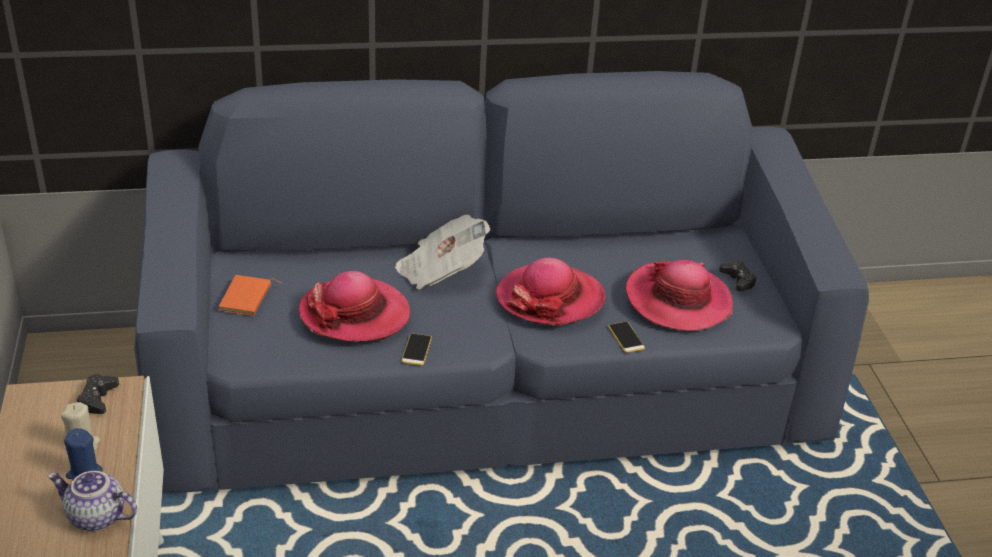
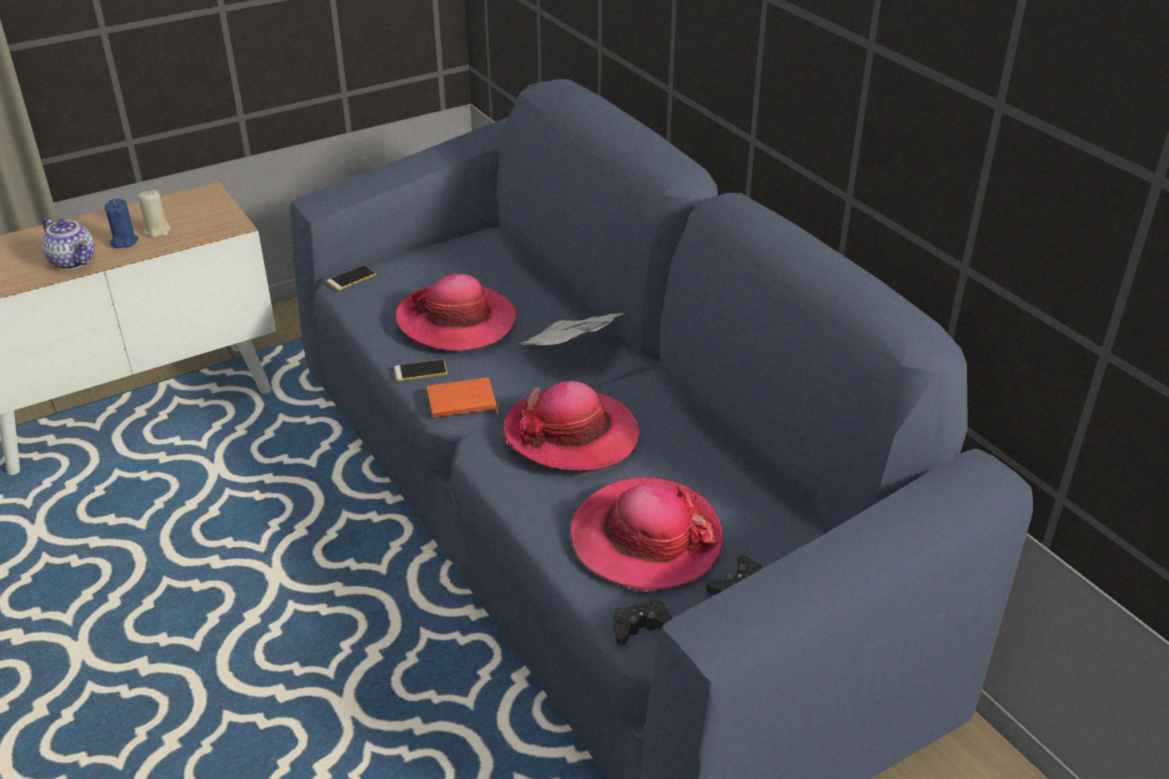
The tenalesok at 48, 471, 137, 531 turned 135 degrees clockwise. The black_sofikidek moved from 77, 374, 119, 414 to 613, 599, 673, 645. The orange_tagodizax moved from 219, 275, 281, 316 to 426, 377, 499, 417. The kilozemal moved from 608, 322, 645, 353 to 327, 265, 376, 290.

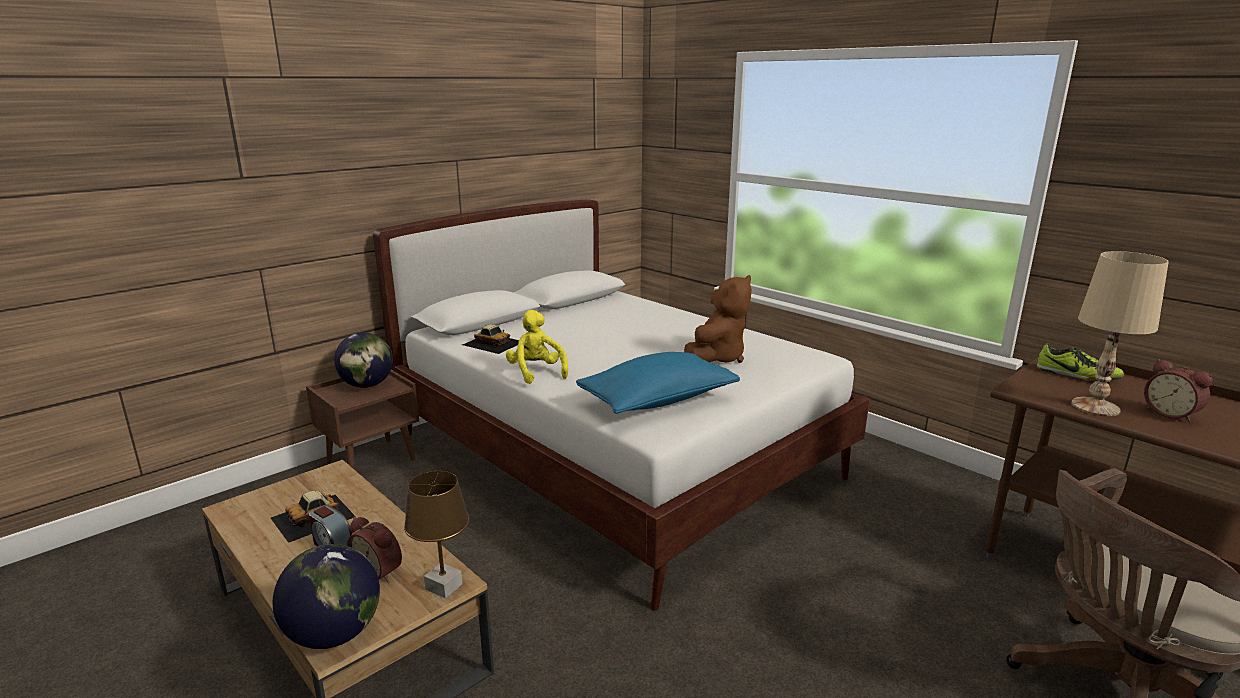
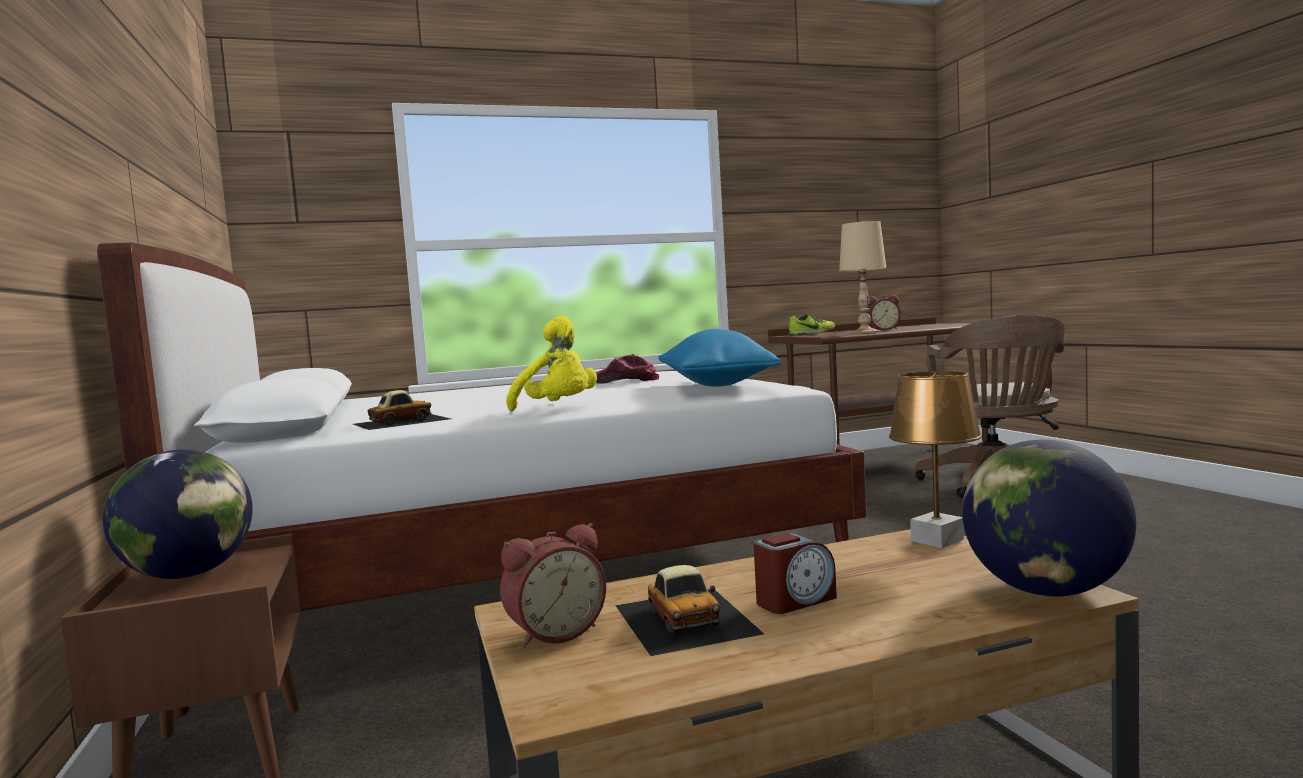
The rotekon moved from 347, 517, 402, 583 to 500, 523, 606, 648. The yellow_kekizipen at 506, 310, 568, 384 turned 135 degrees counterclockwise. The brown_kekizipen at 684, 275, 752, 363 was replaced by the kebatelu at 596, 354, 659, 384.

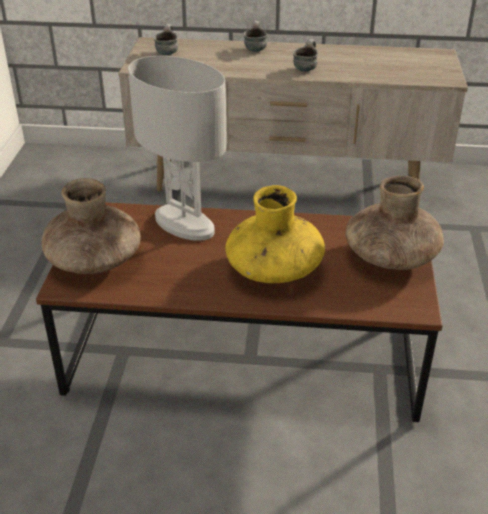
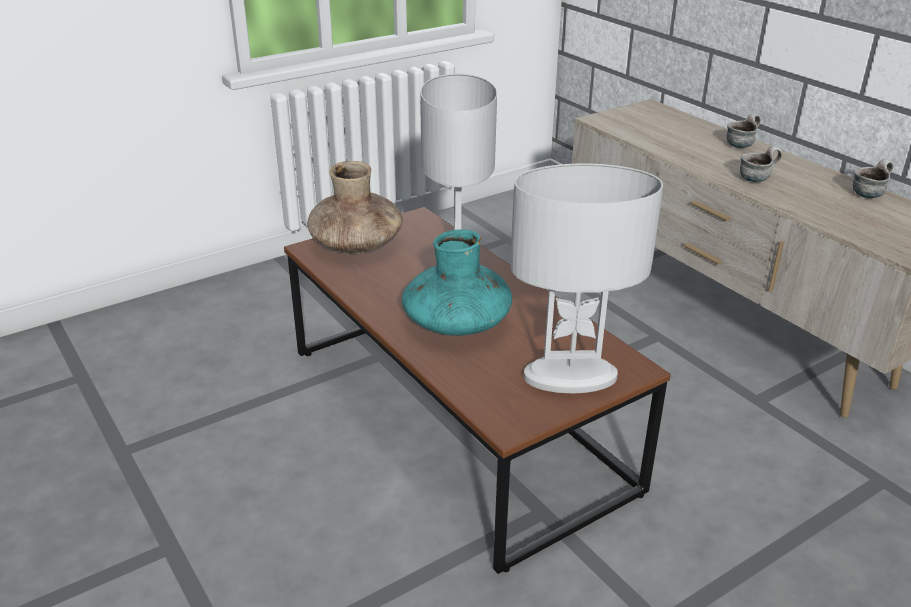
The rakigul moved from 154, 24, 178, 55 to 853, 159, 893, 198. The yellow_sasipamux at 225, 185, 325, 283 became the turquoise_sasipamux at 402, 229, 512, 336. The brown_sasipamux at 346, 176, 444, 270 was replaced by the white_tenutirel at 511, 163, 663, 393.

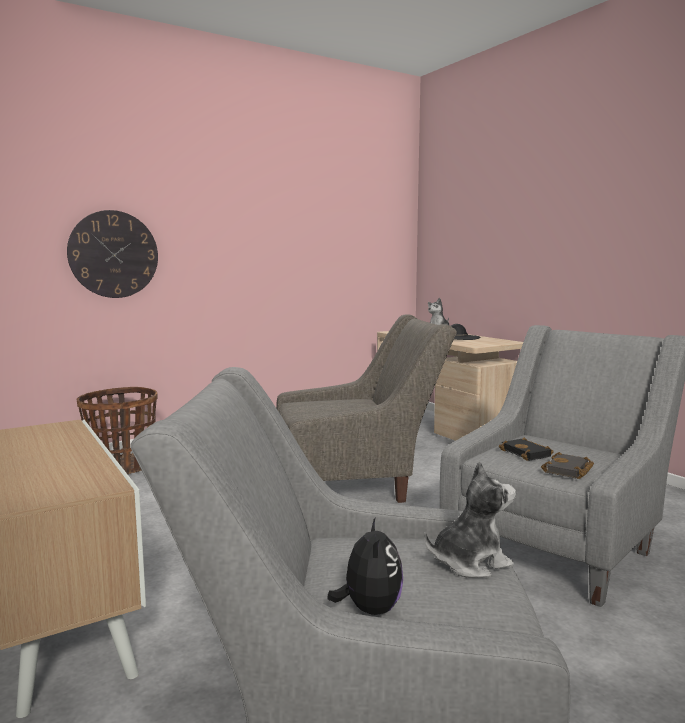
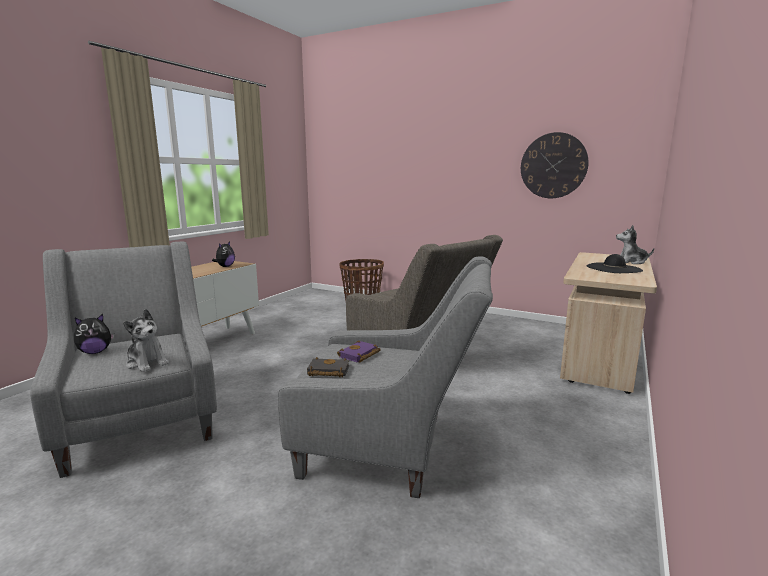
The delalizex moved from 67, 210, 158, 298 to 521, 132, 589, 198. The black_tagodizax at 499, 438, 554, 461 became the purple_tagodizax at 337, 340, 381, 363. The kekizipen at 212, 242, 235, 267 appeared.

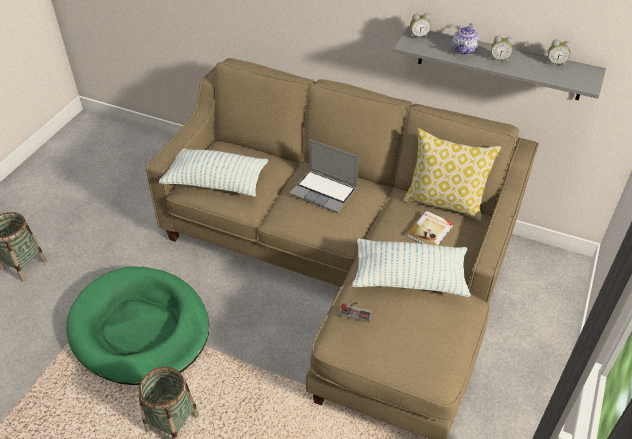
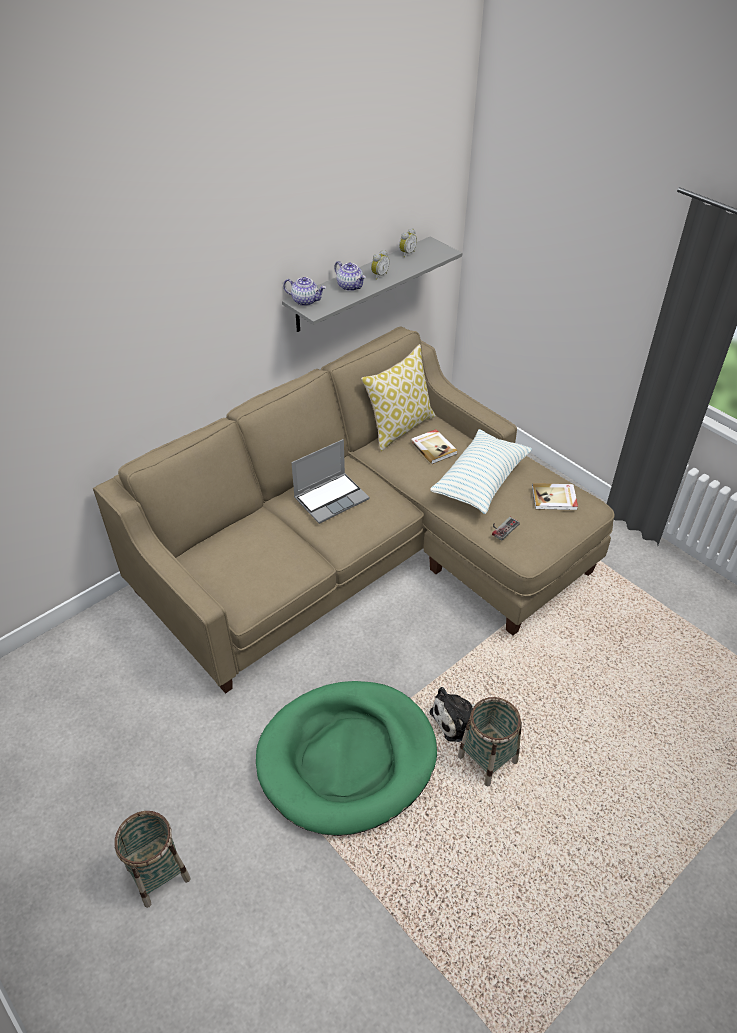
The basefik at 159, 149, 268, 197 disappeared. The rotekon at 410, 13, 431, 38 was replaced by the tenalesok at 283, 277, 326, 306. The kekizipen at 429, 687, 476, 742 appeared. The tagodizax at 532, 483, 578, 510 appeared.

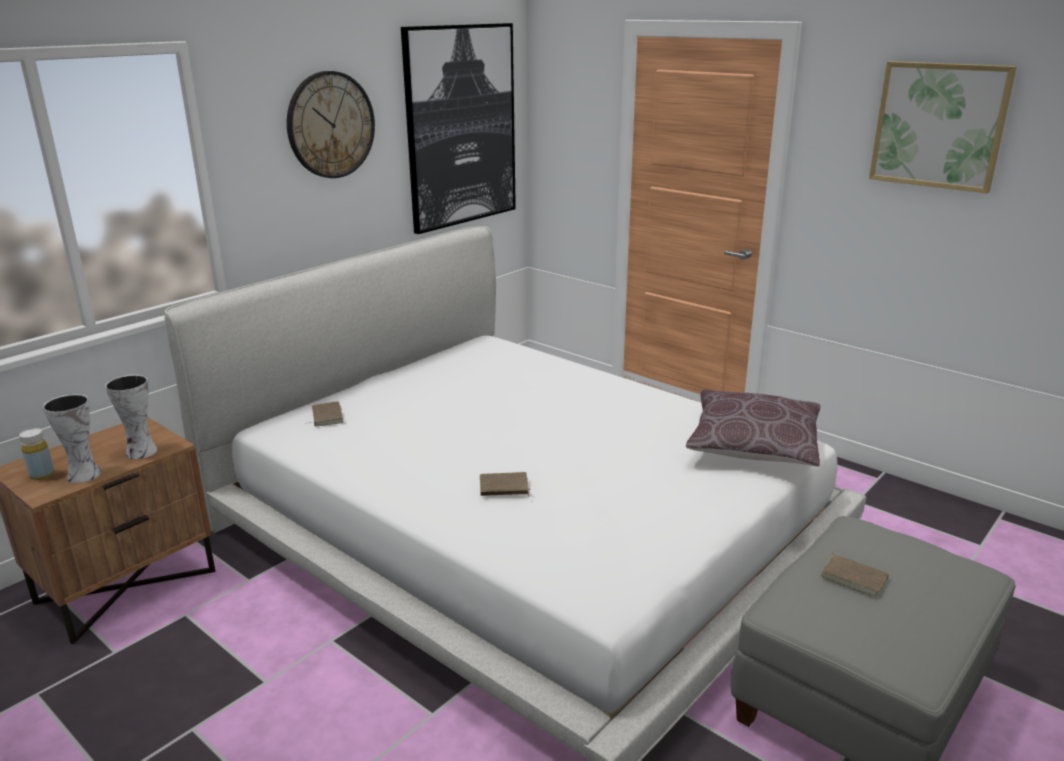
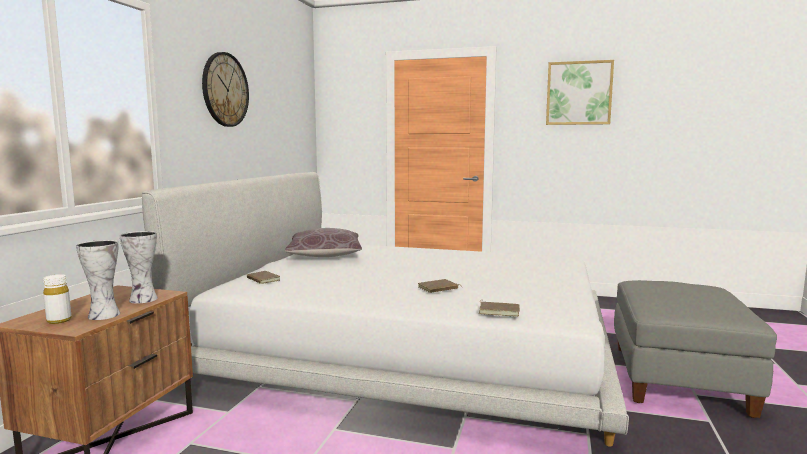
The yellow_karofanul at 19, 428, 54, 481 became the white_karofanul at 43, 274, 72, 324. The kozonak at 401, 23, 516, 234 disappeared. The brown_basefik moved from 686, 390, 820, 466 to 285, 228, 362, 257. The brown_tagodizax moved from 820, 549, 889, 597 to 479, 300, 520, 317.

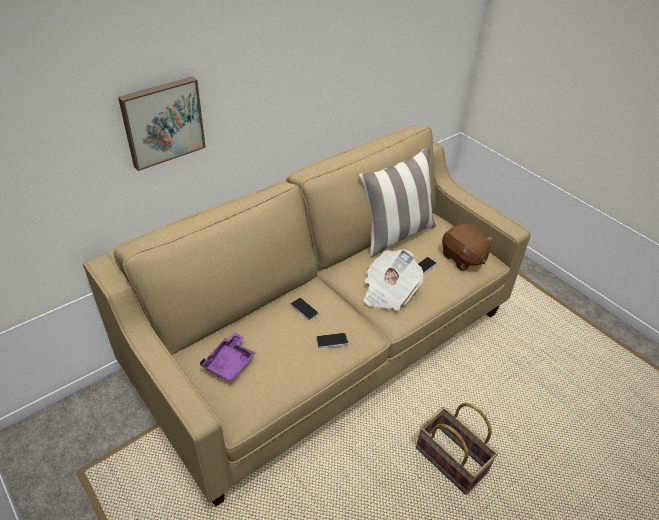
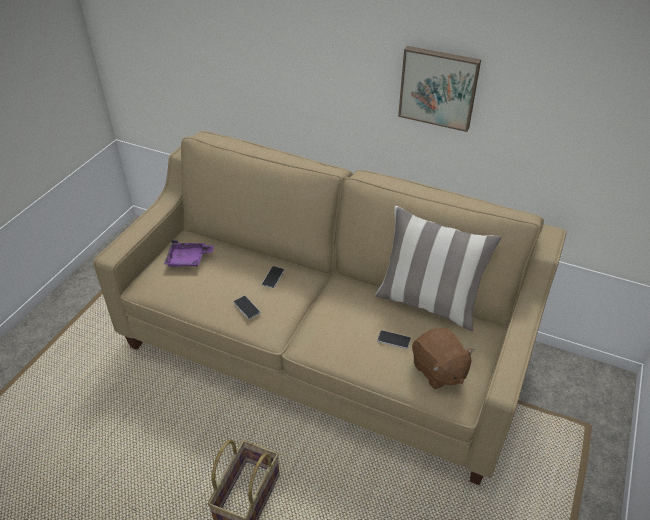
The kozonak moved from 118, 76, 206, 171 to 398, 46, 481, 132. The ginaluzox at 364, 249, 424, 311 disappeared. The brown_kekizipen at 442, 224, 493, 271 turned 60 degrees counterclockwise.

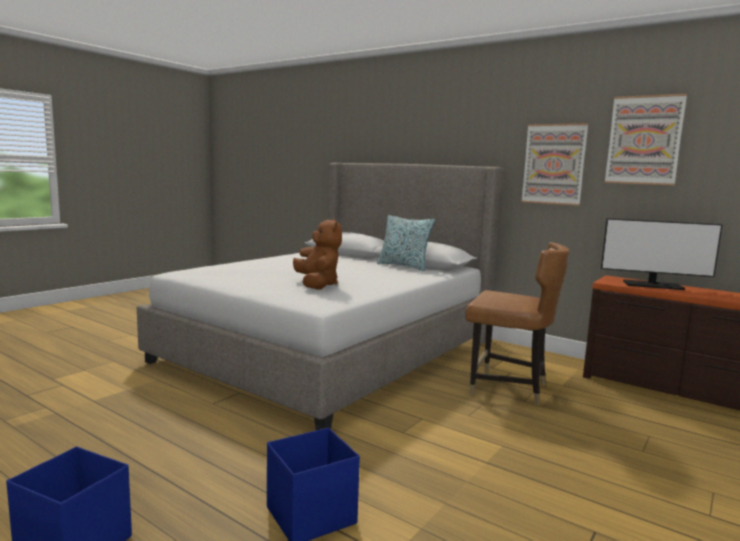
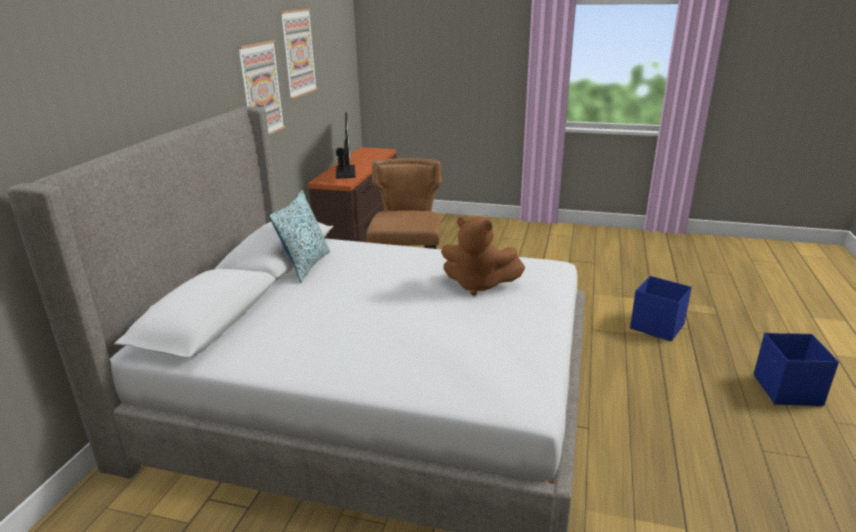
The brown_kekizipen at 293, 218, 342, 289 turned 120 degrees counterclockwise.

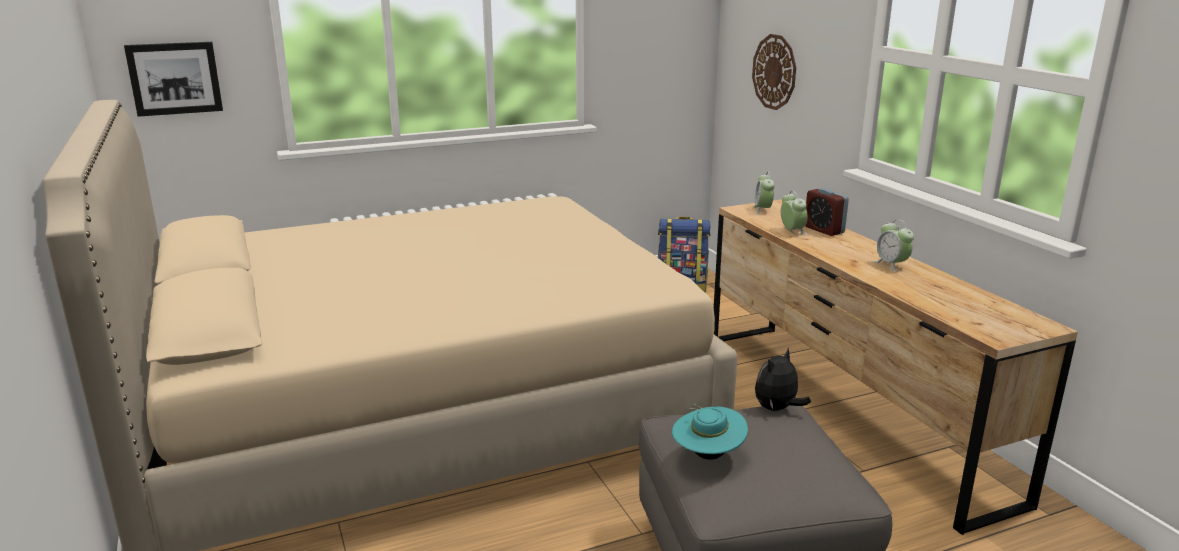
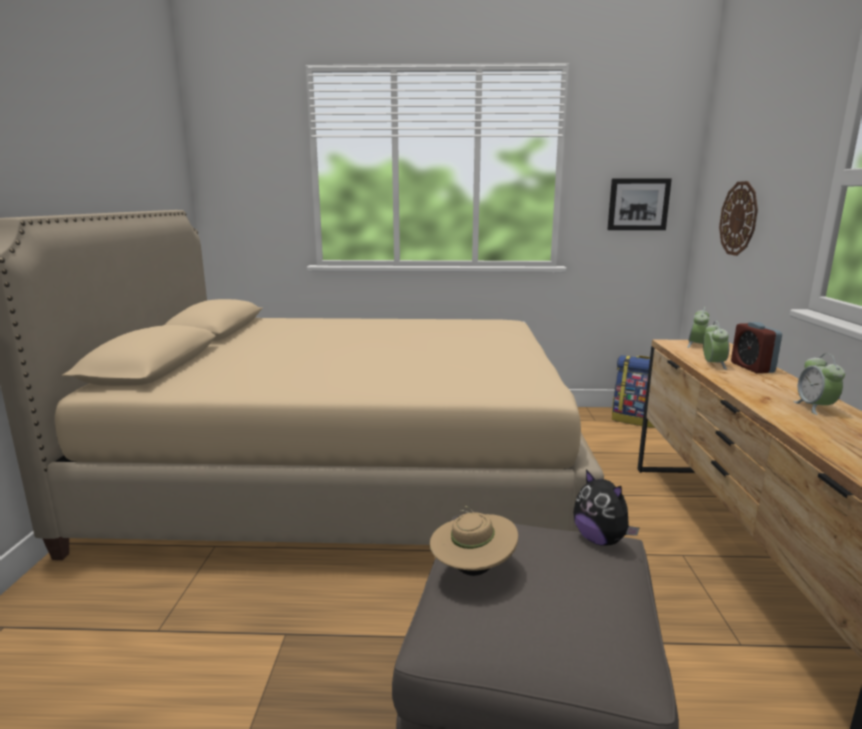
The kozonak moved from 124, 42, 223, 117 to 607, 178, 672, 230. The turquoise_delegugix at 672, 404, 748, 460 became the beige_delegugix at 429, 505, 518, 576. The kekizipen at 755, 348, 811, 411 turned 105 degrees counterclockwise.

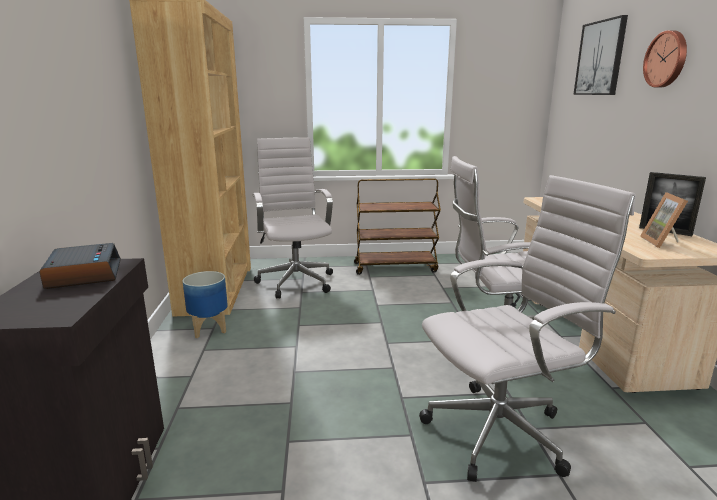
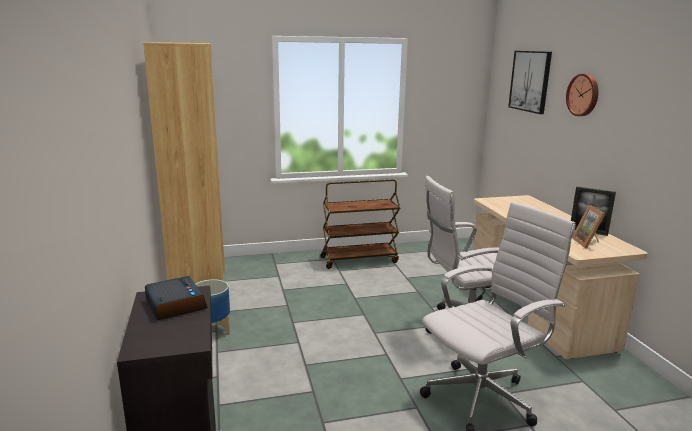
The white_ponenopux at 253, 137, 333, 299 disappeared.

